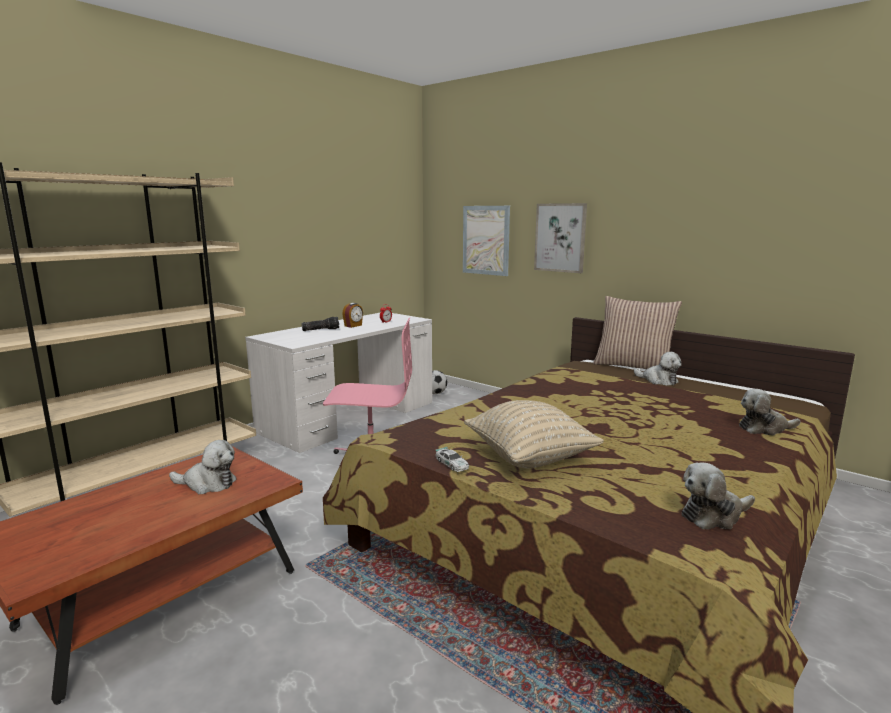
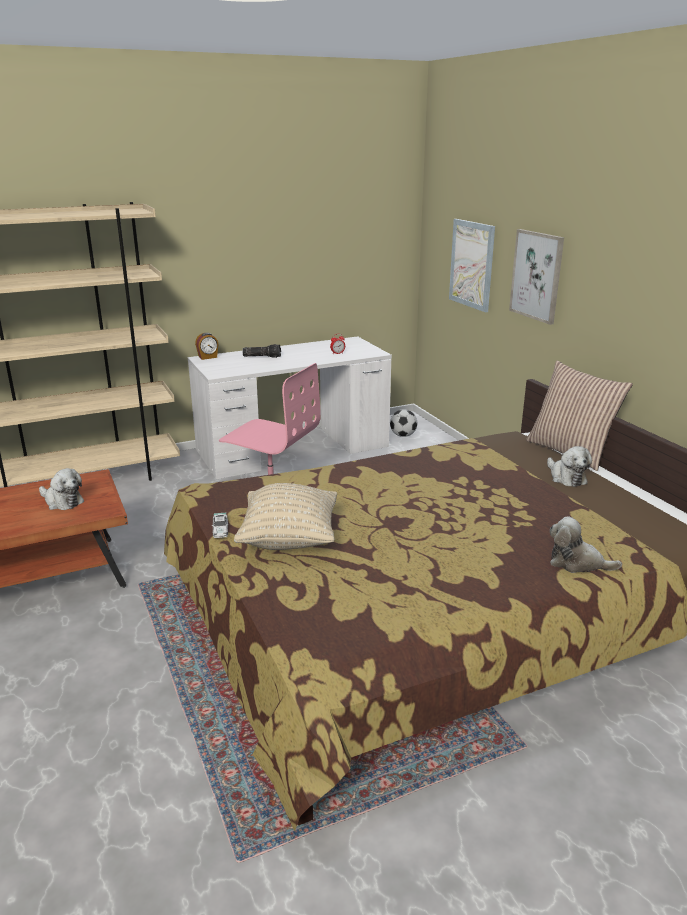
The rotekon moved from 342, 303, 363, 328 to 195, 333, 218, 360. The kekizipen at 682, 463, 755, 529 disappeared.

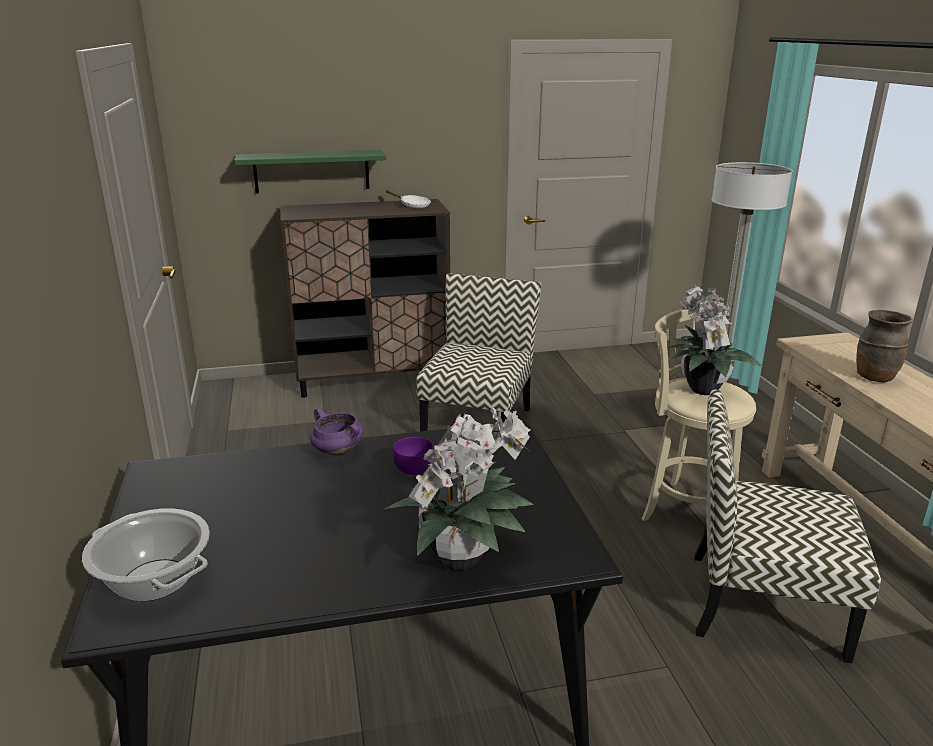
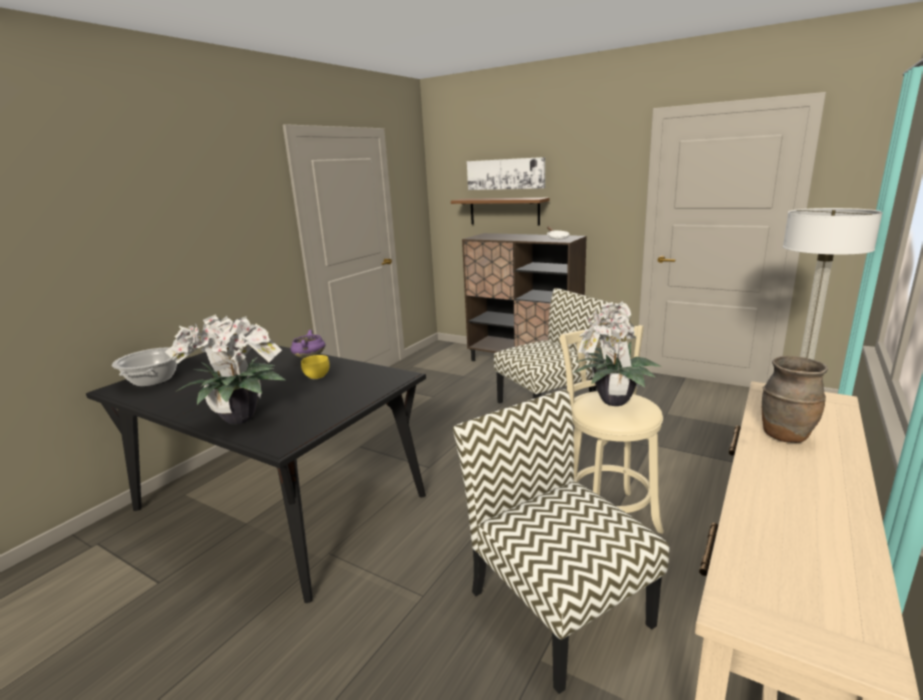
The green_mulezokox at 235, 150, 386, 194 became the brown_mulezokox at 451, 198, 550, 225. The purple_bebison at 393, 437, 434, 476 became the yellow_bebison at 301, 355, 330, 379. The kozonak at 467, 157, 545, 190 appeared.

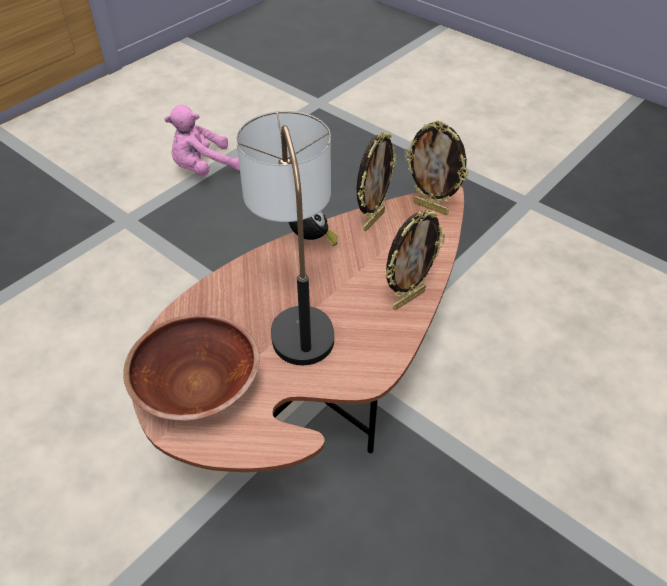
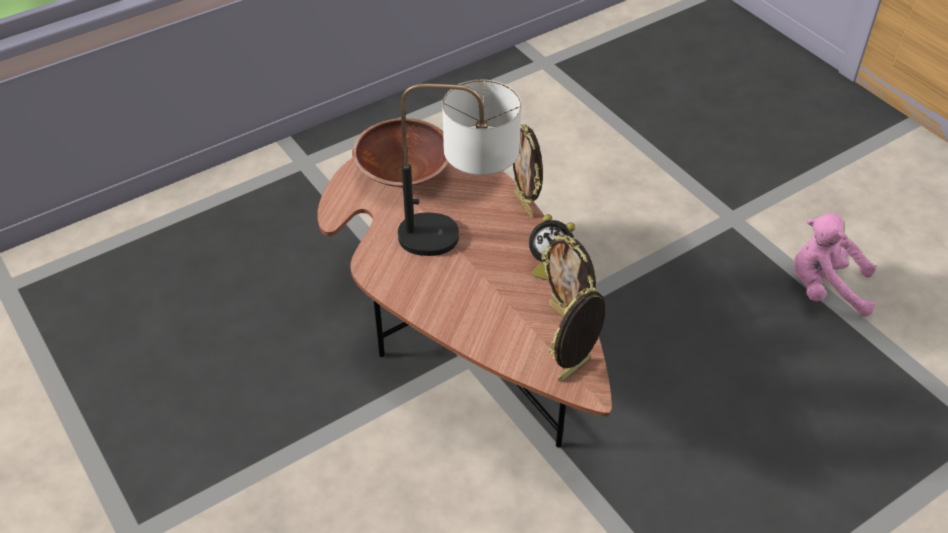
The pink_kekizipen at 164, 104, 240, 176 turned 60 degrees counterclockwise. The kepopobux moved from 385, 210, 445, 310 to 513, 124, 543, 217.

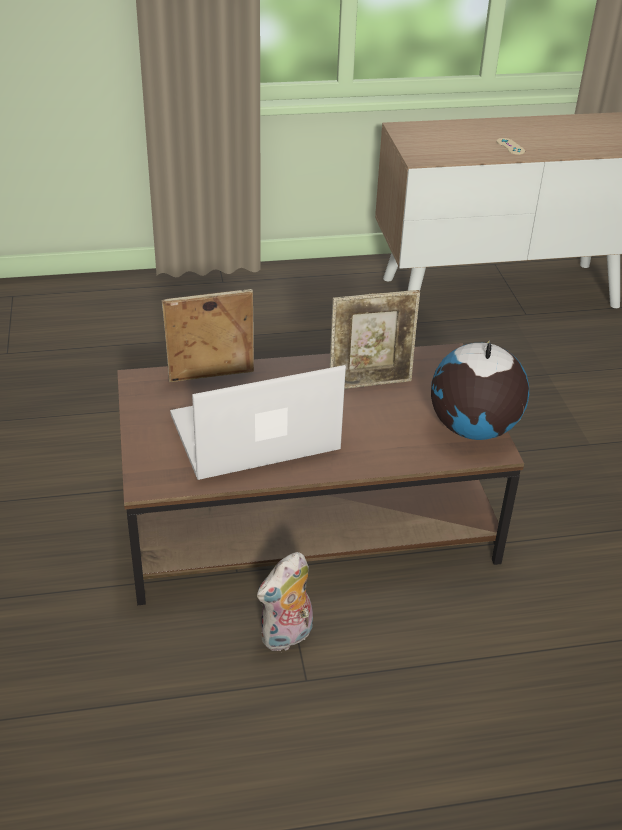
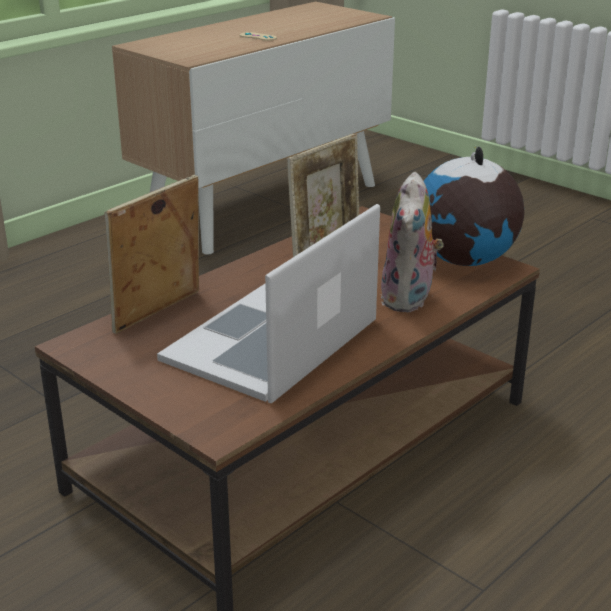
The kekizipen moved from 257, 552, 313, 651 to 381, 172, 444, 312.

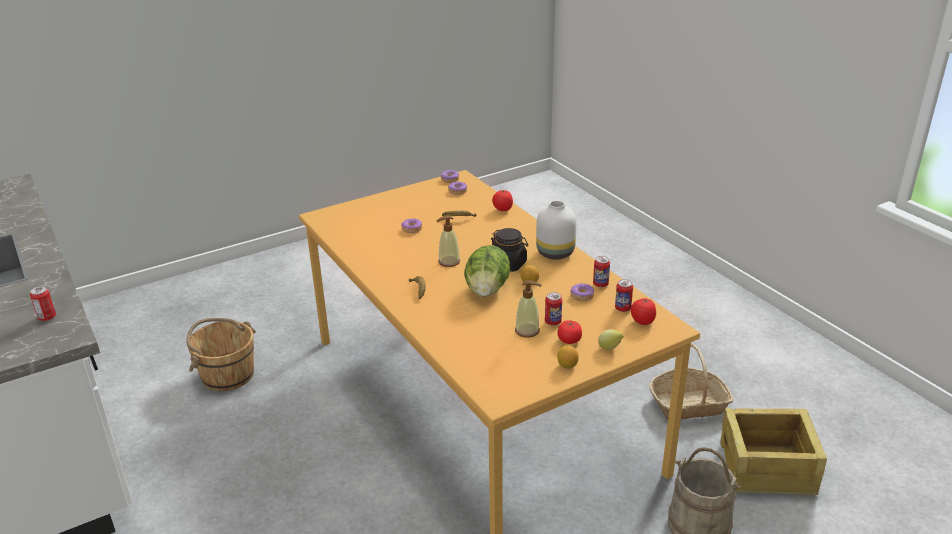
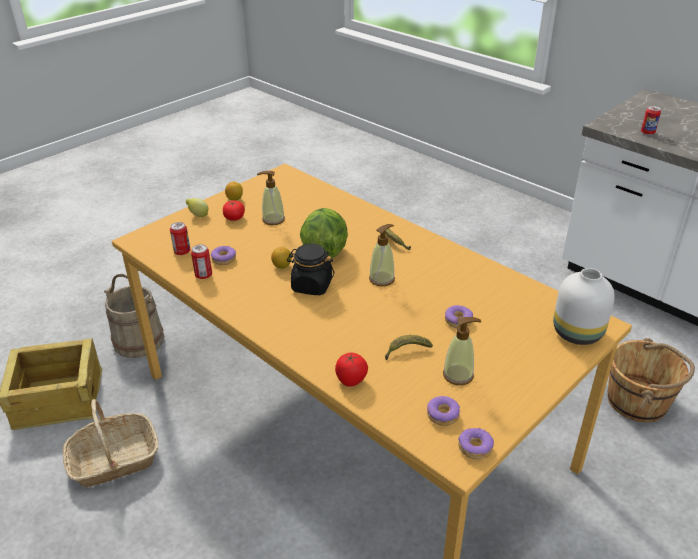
The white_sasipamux moved from 536, 201, 577, 259 to 553, 268, 615, 345. The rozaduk at 545, 292, 562, 326 disappeared. The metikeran at 631, 298, 656, 325 disappeared. The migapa at 443, 317, 481, 385 appeared.

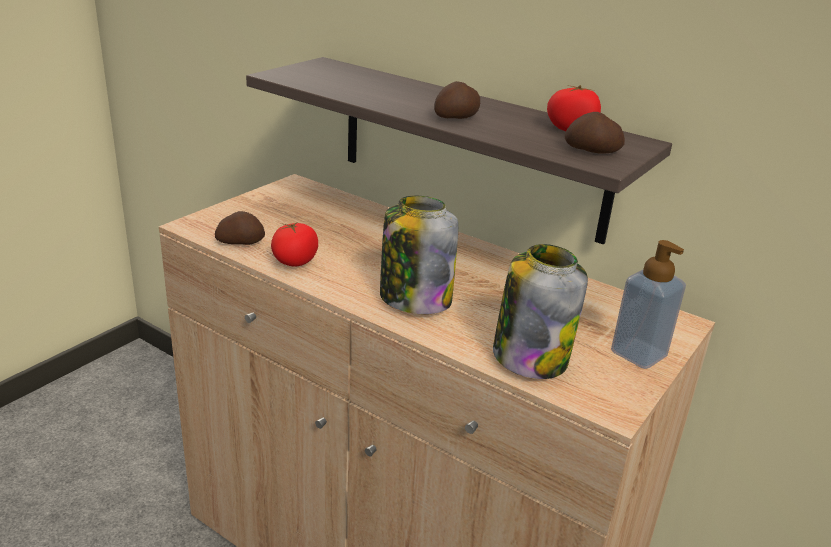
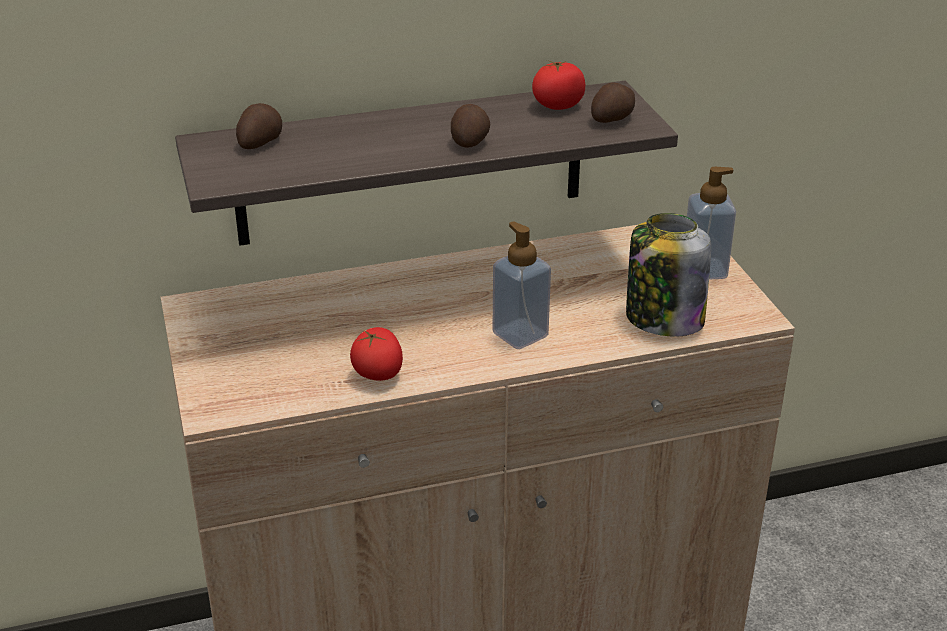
The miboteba moved from 215, 211, 265, 245 to 236, 103, 282, 149. The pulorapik at 380, 196, 458, 314 was replaced by the migapa at 492, 221, 551, 349.

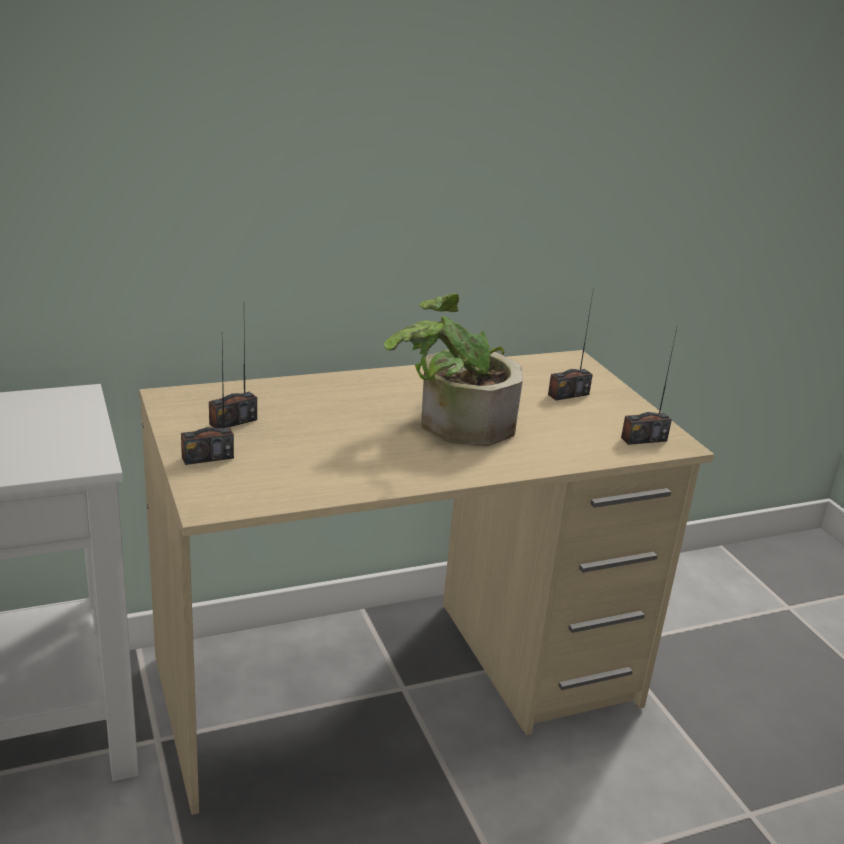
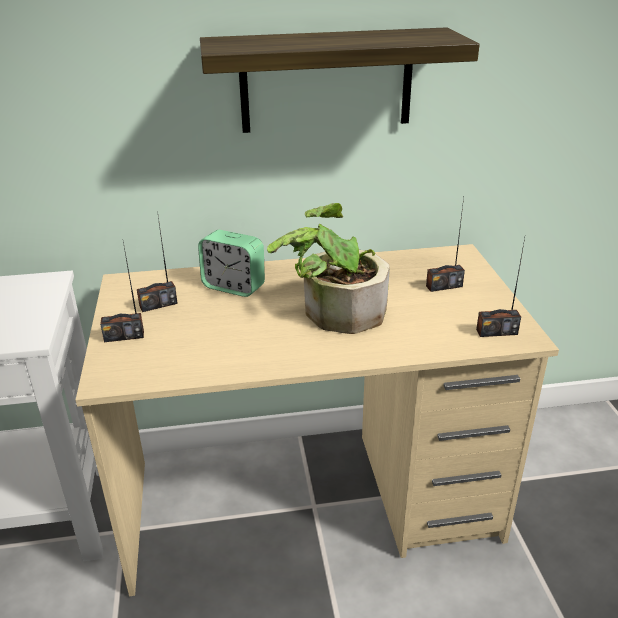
The rotekon at 198, 230, 265, 297 appeared. The mulezokox at 200, 27, 480, 133 appeared.

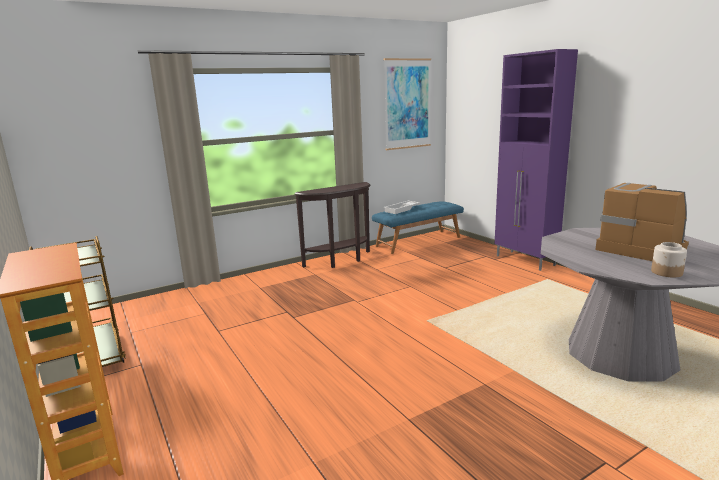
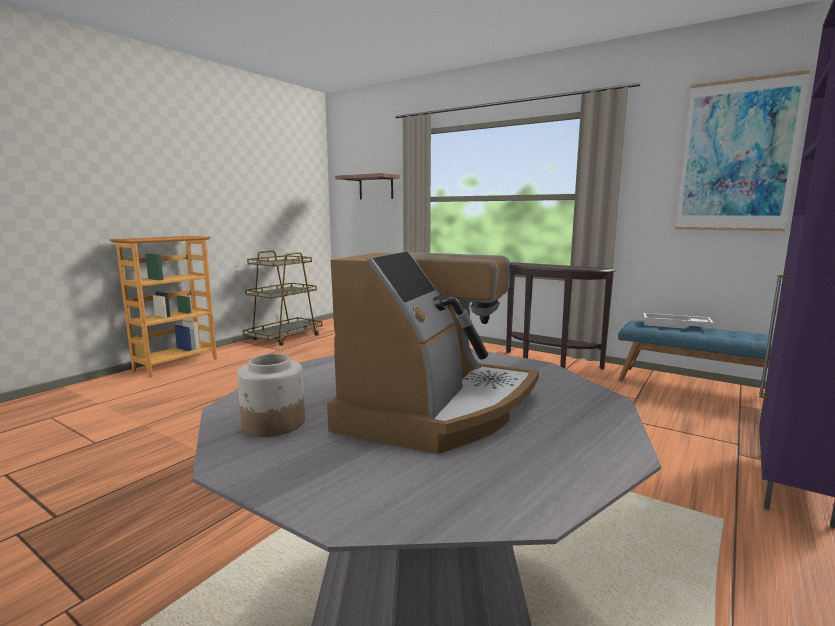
The mulezokox at 335, 173, 400, 199 appeared.

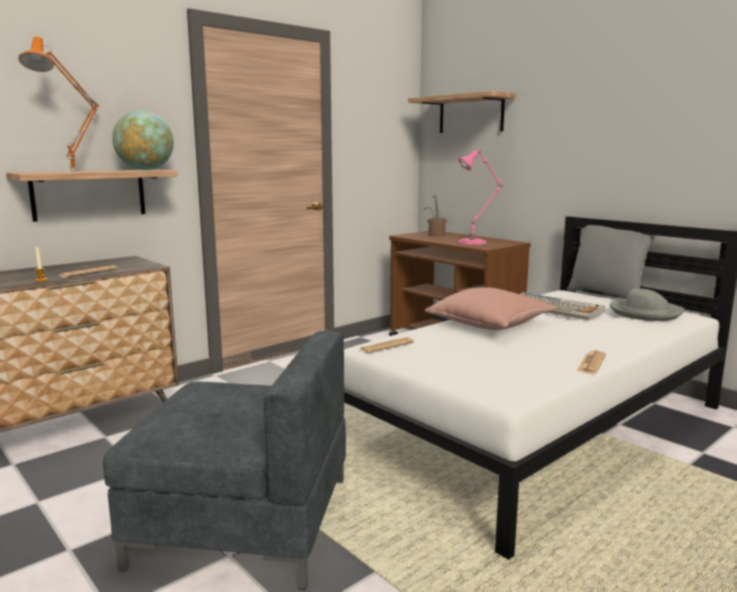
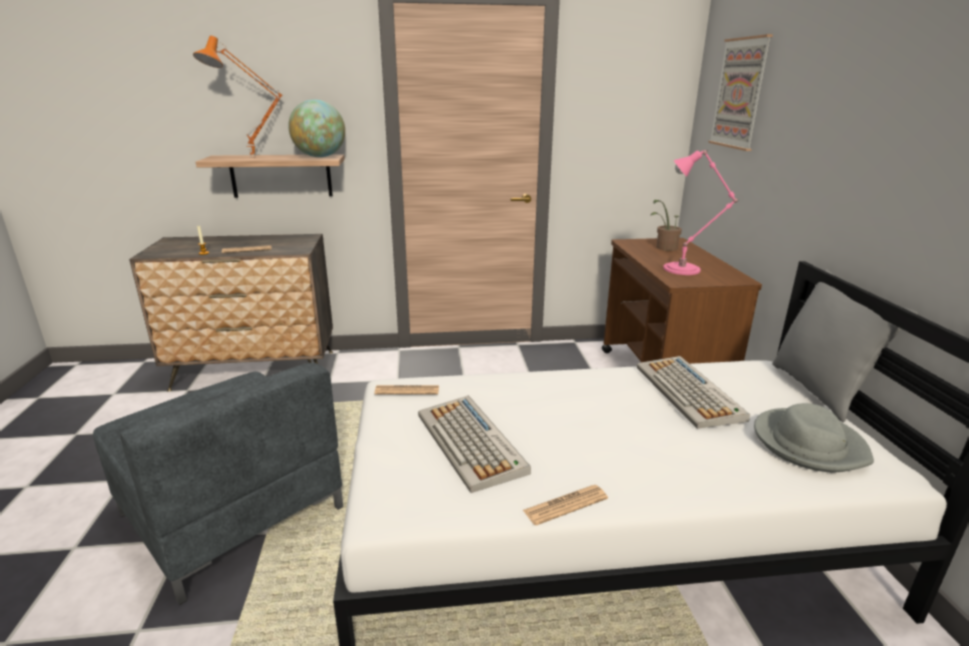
The mulezokox at 408, 91, 516, 133 was replaced by the kozonak at 708, 34, 773, 151. The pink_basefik at 425, 287, 556, 330 disappeared. The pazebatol at 418, 396, 531, 493 appeared.

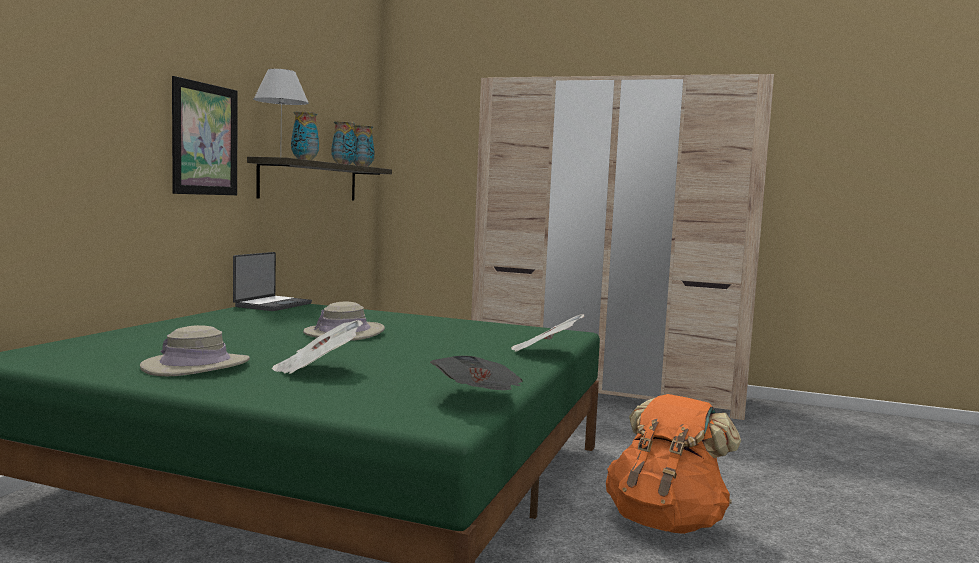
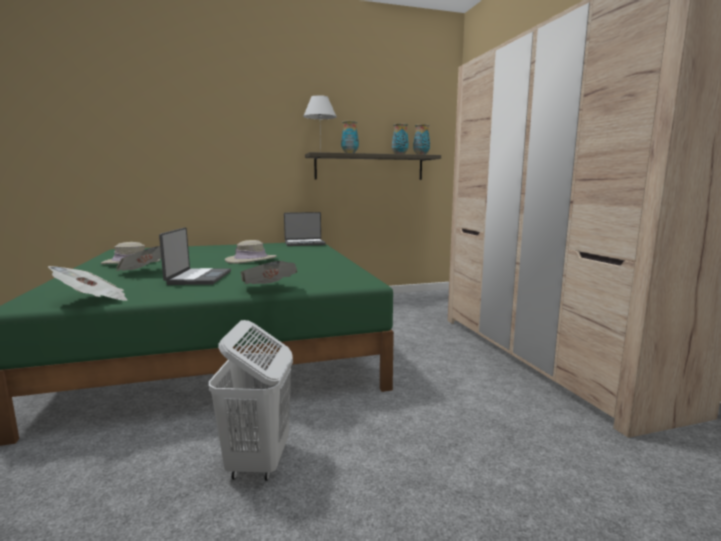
The kozonak at 172, 76, 238, 195 disappeared. The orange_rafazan at 606, 394, 741, 534 was replaced by the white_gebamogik at 209, 320, 293, 481. The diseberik at 159, 227, 231, 285 appeared.

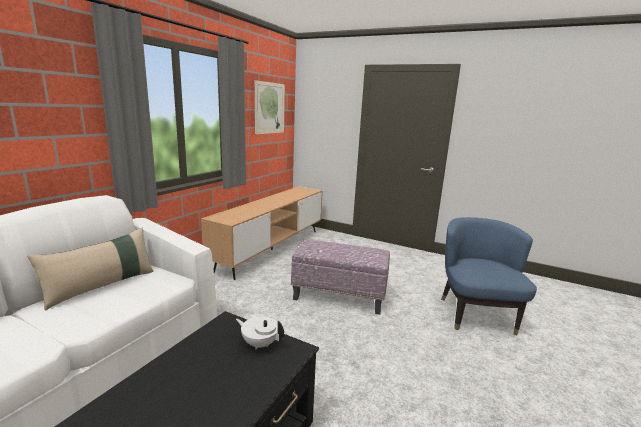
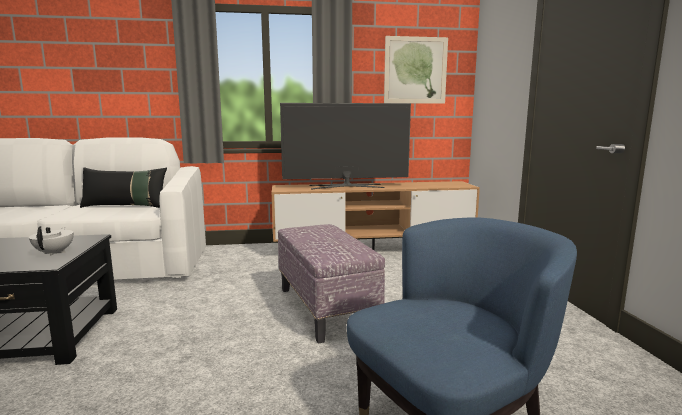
The beige_basefik at 27, 228, 154, 310 became the black_basefik at 80, 167, 167, 208. The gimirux at 280, 103, 411, 190 appeared.

